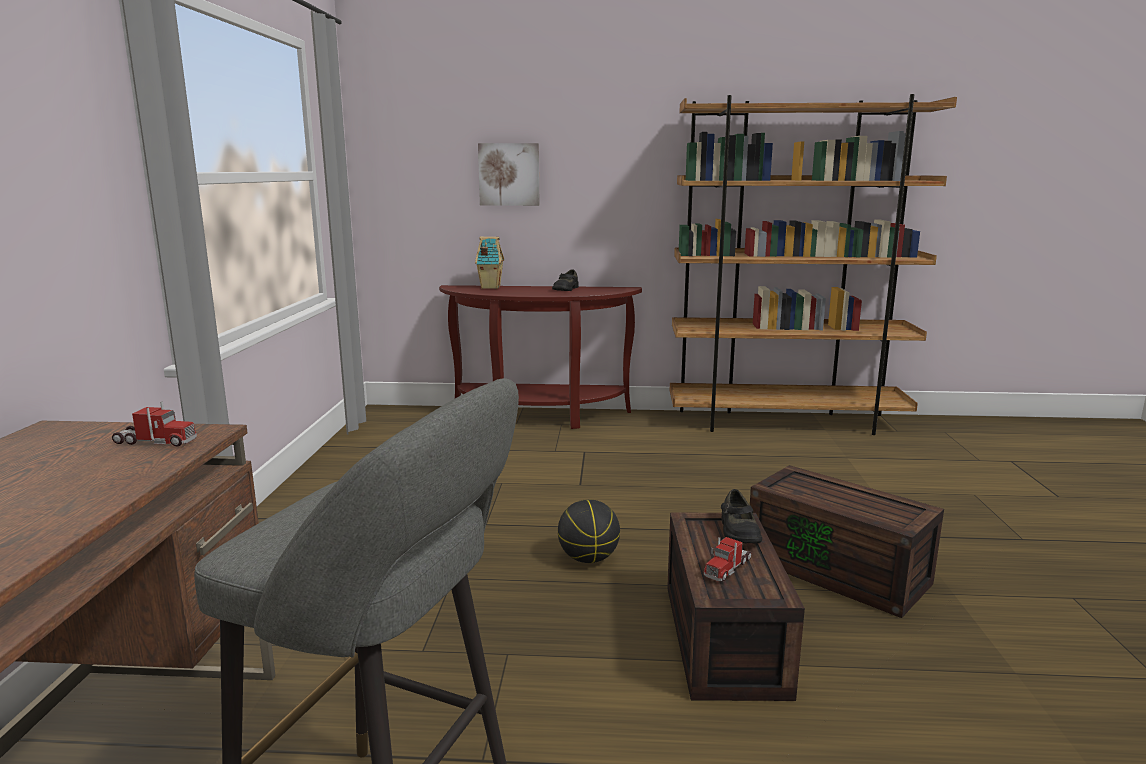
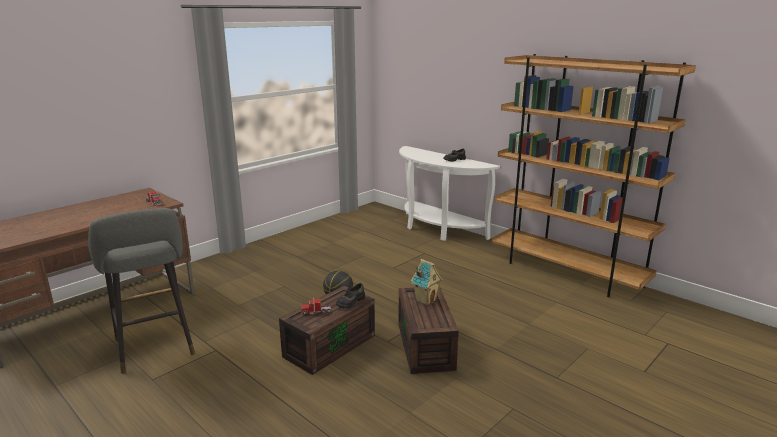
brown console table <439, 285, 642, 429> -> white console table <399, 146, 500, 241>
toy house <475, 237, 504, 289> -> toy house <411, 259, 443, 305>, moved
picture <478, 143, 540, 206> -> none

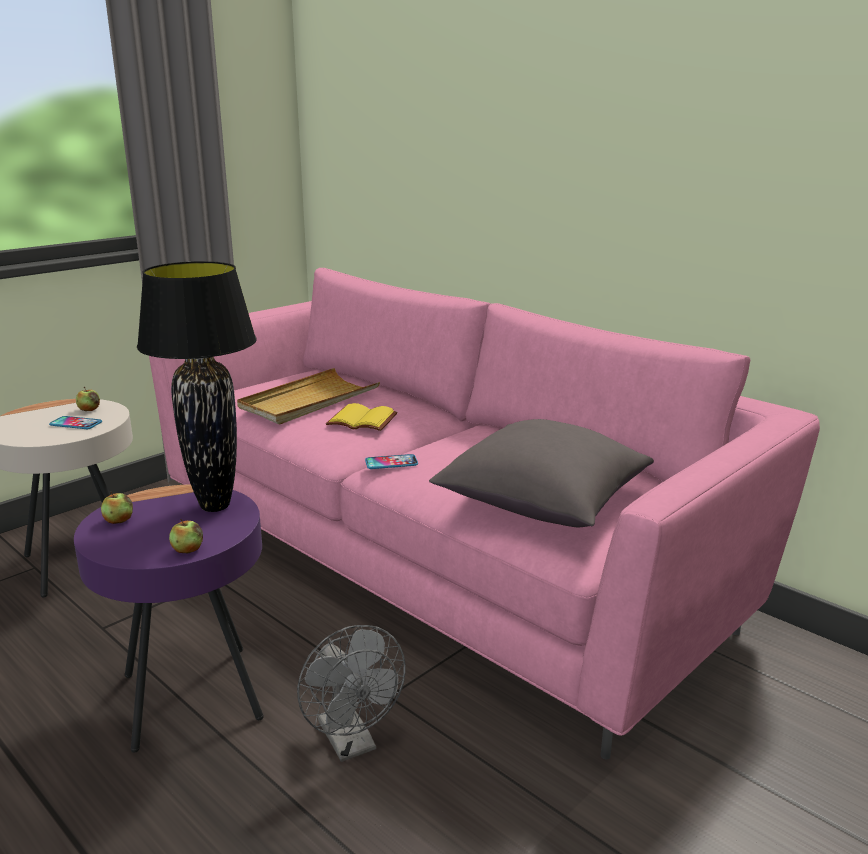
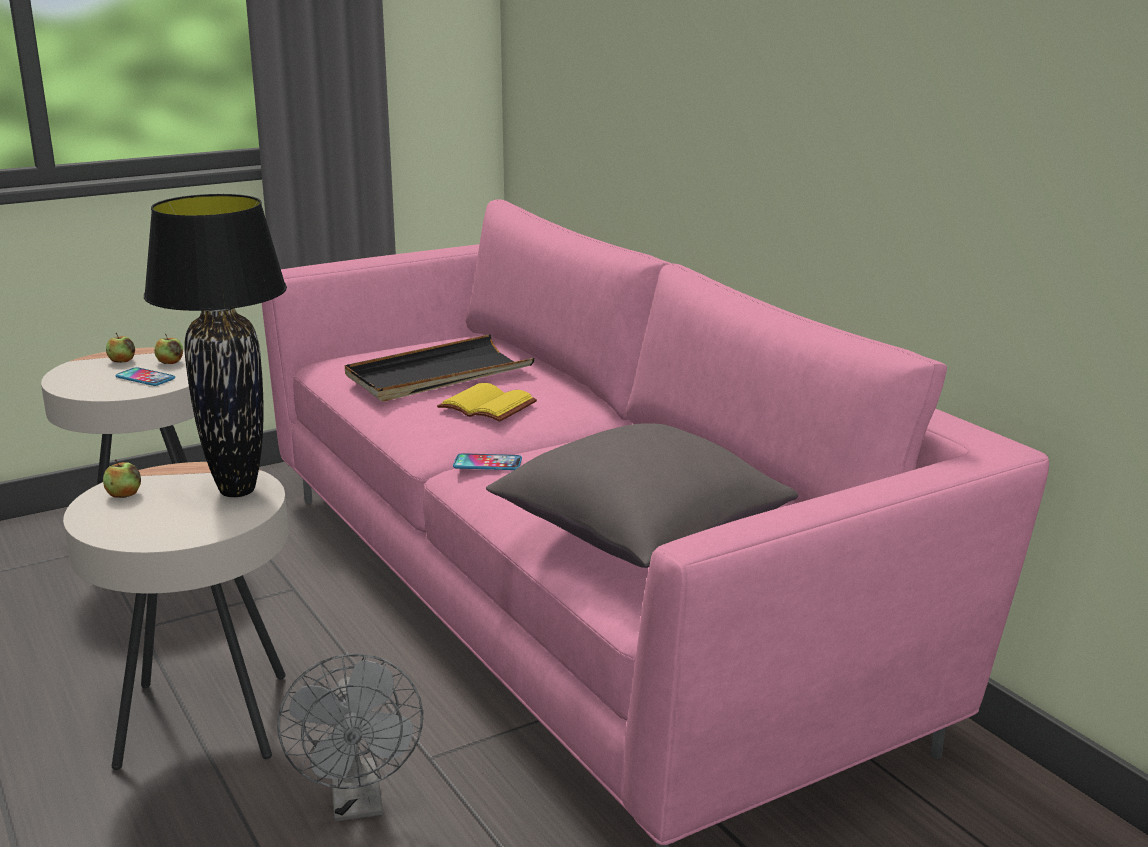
purple side table <74, 485, 264, 753> -> beige side table <63, 462, 289, 770>
apple <169, 519, 203, 553> -> apple <106, 333, 135, 363>, moved
beige tray <237, 368, 380, 424> -> black tray <345, 334, 535, 402>

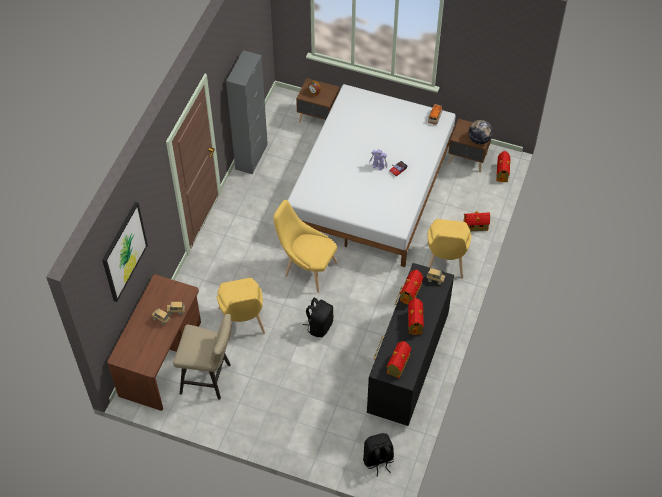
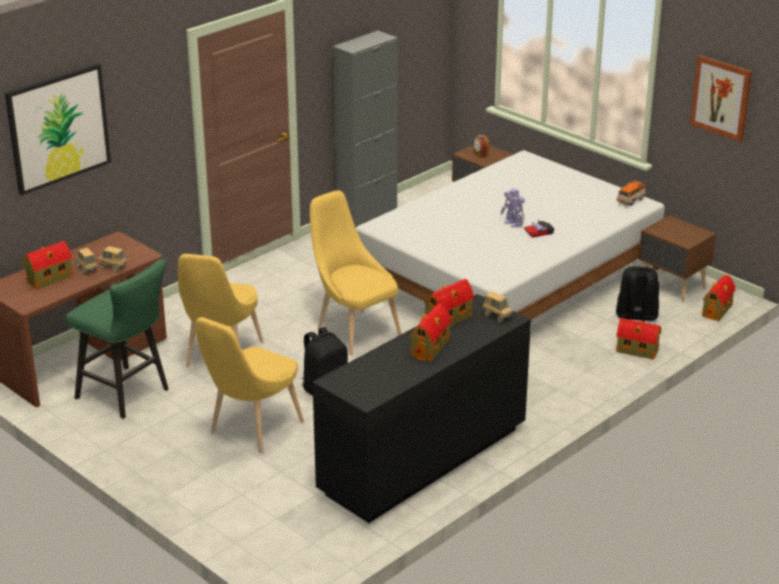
beige stool <173, 314, 231, 399> -> green stool <65, 259, 169, 419>
black backpack <363, 433, 394, 477> -> black backpack <616, 266, 659, 322>, moved
toy house <387, 341, 411, 379> -> toy house <23, 241, 73, 290>, moved
yellow chair <427, 219, 471, 279> -> yellow chair <195, 317, 304, 453>, moved
globe <468, 120, 493, 144> -> none
none -> picture <690, 55, 752, 142>

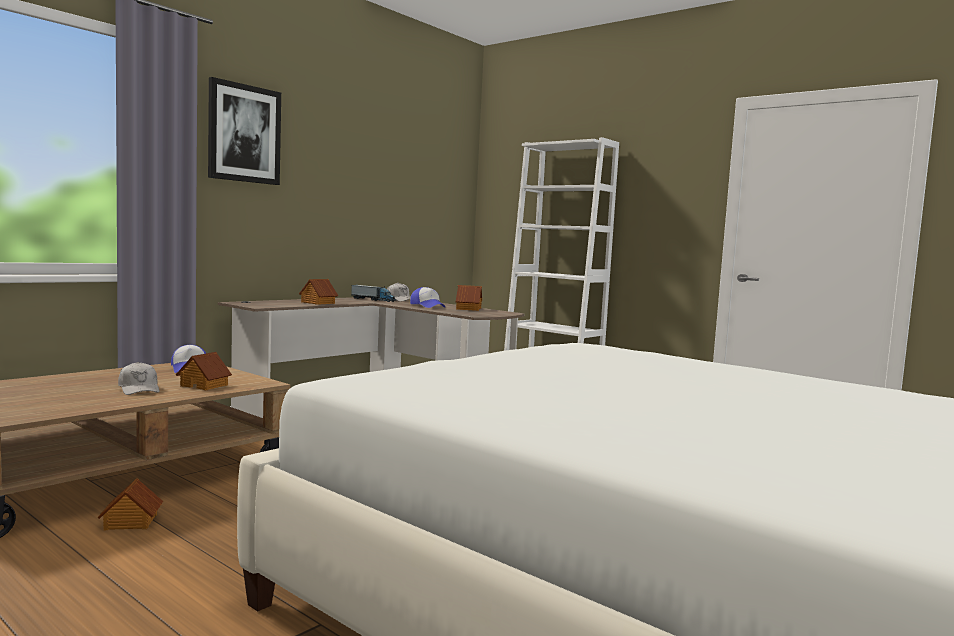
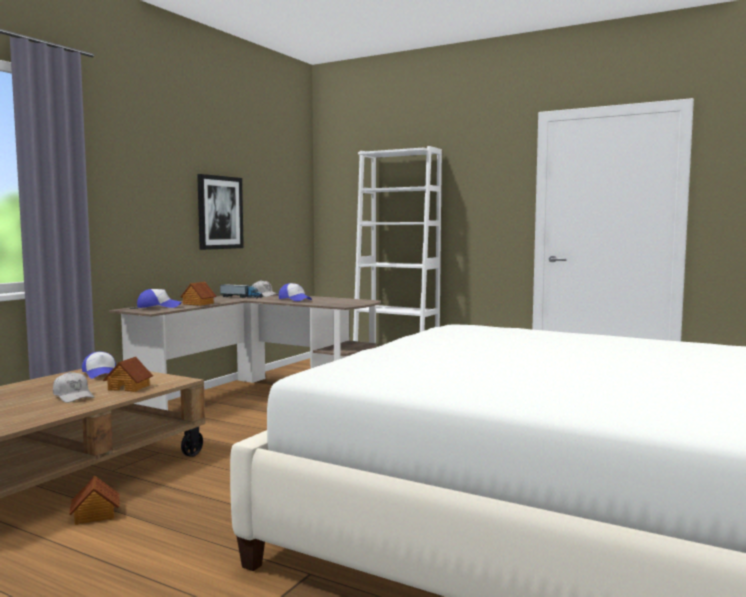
picture <208, 77, 281, 185> -> picture <197, 174, 244, 250>, moved
toy house <456, 285, 482, 311> -> none
none -> cap <137, 289, 181, 308>

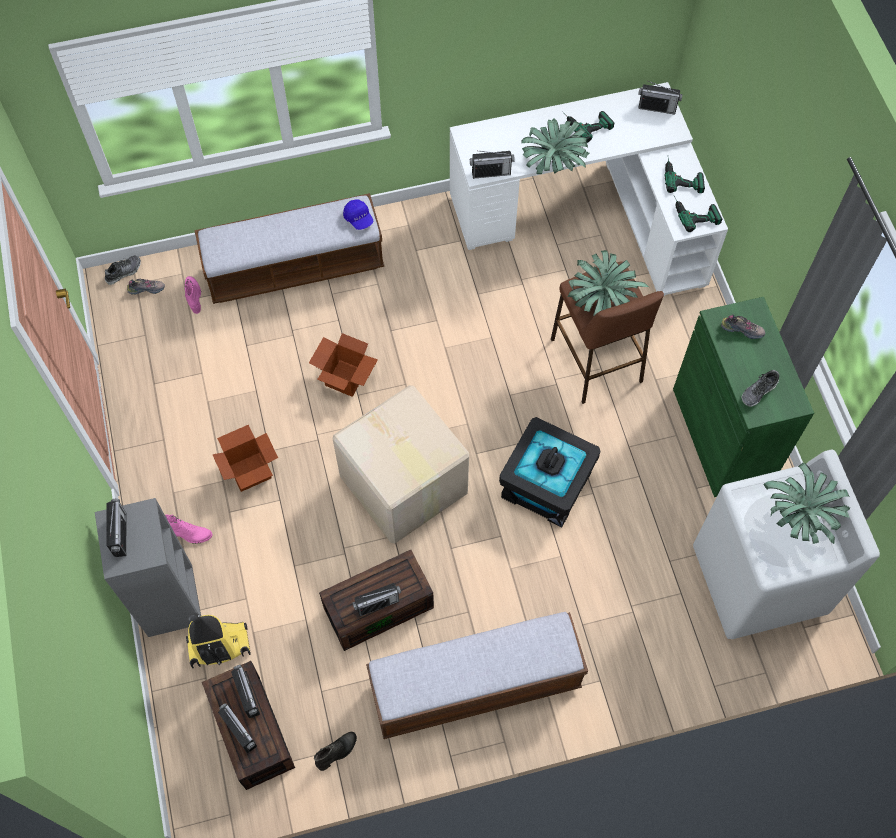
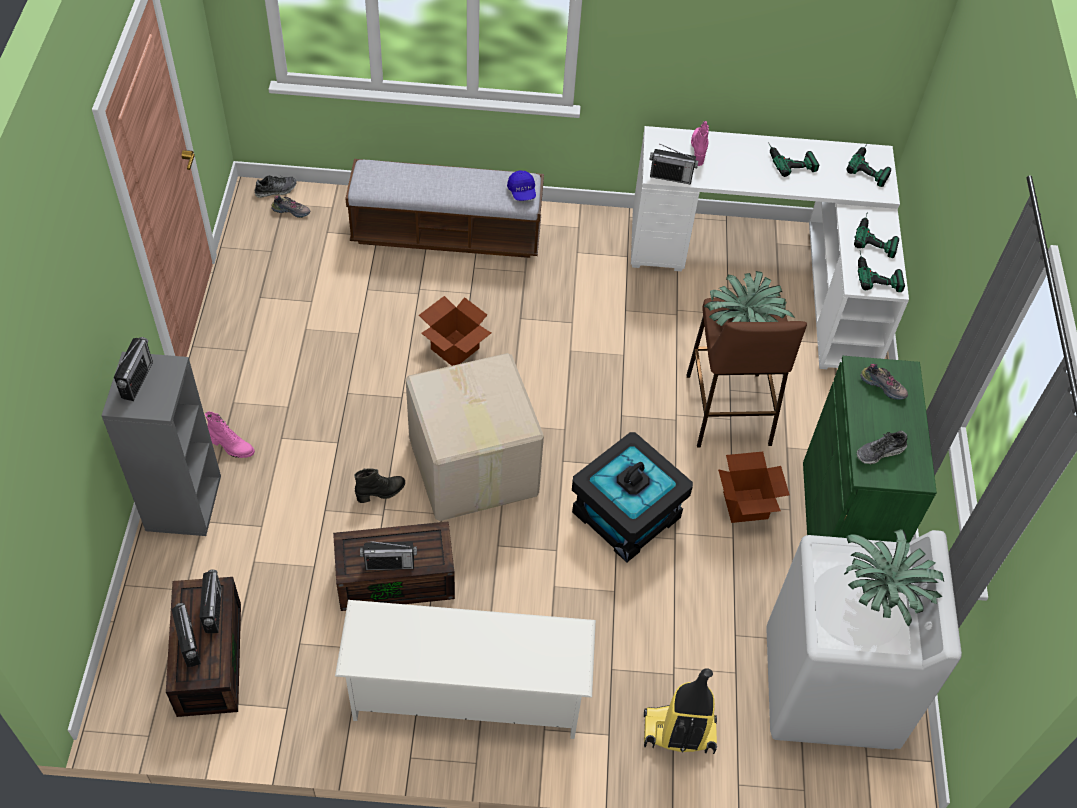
pink boot <185, 276, 201, 314> -> pink boot <691, 121, 709, 166>, moved
vacuum cleaner <186, 613, 251, 668> -> vacuum cleaner <644, 668, 717, 754>, moved
cardboard box <212, 425, 278, 492> -> cardboard box <718, 452, 790, 523>, moved
black boot <314, 732, 357, 771> -> black boot <354, 468, 405, 503>, moved
bench <366, 612, 588, 739> -> white shoe rack <335, 600, 596, 739>
potted plant <522, 119, 589, 174> -> none
radio <638, 81, 683, 114> -> power drill <846, 144, 891, 187>

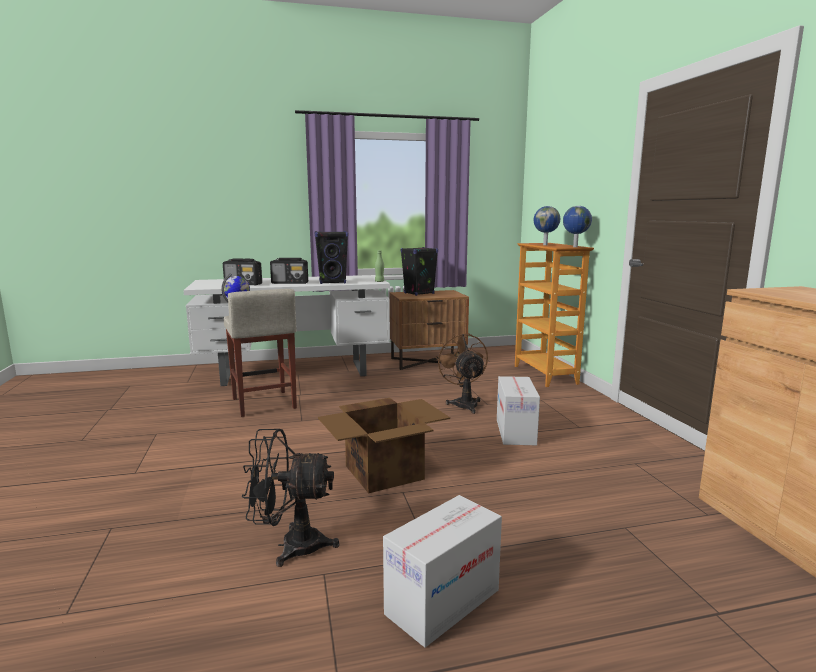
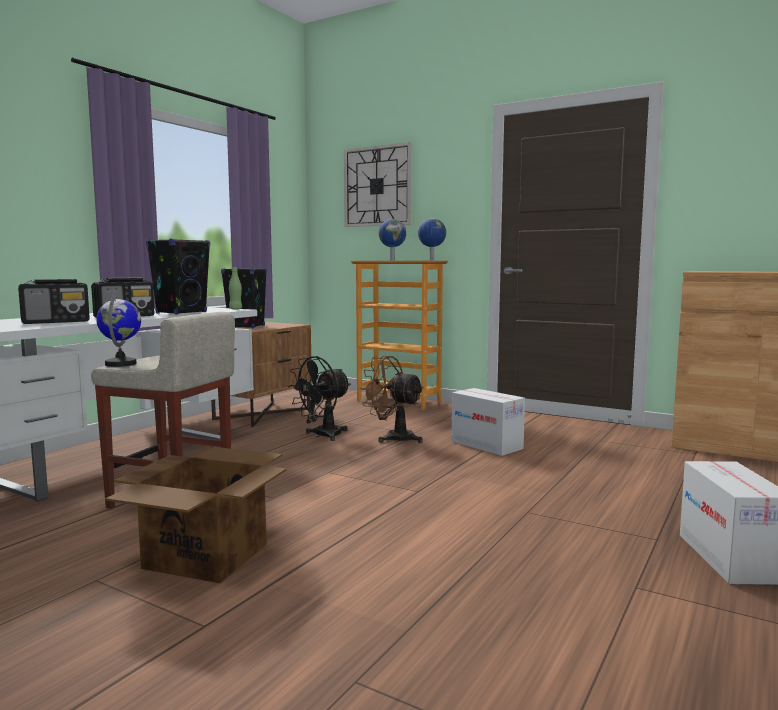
black fan <242, 429, 339, 567> -> black fan <288, 356, 351, 441>, moved
cardboard box <318, 398, 450, 493> -> cardboard box <105, 447, 287, 583>, moved
none -> wall clock <344, 142, 411, 227>

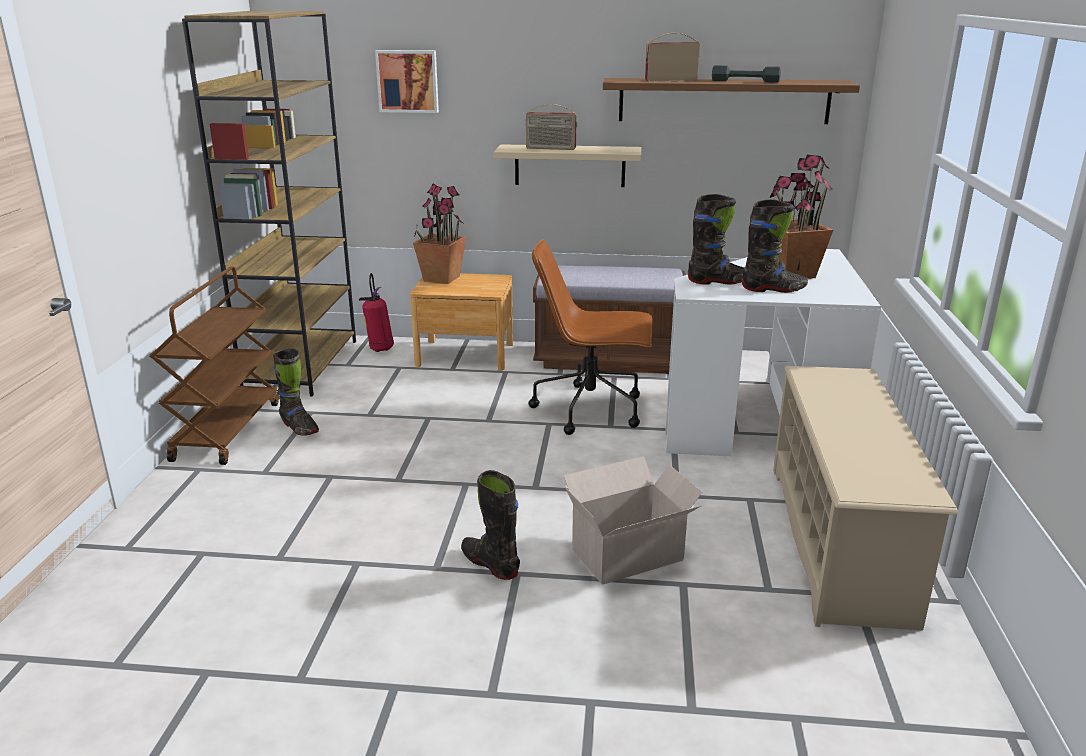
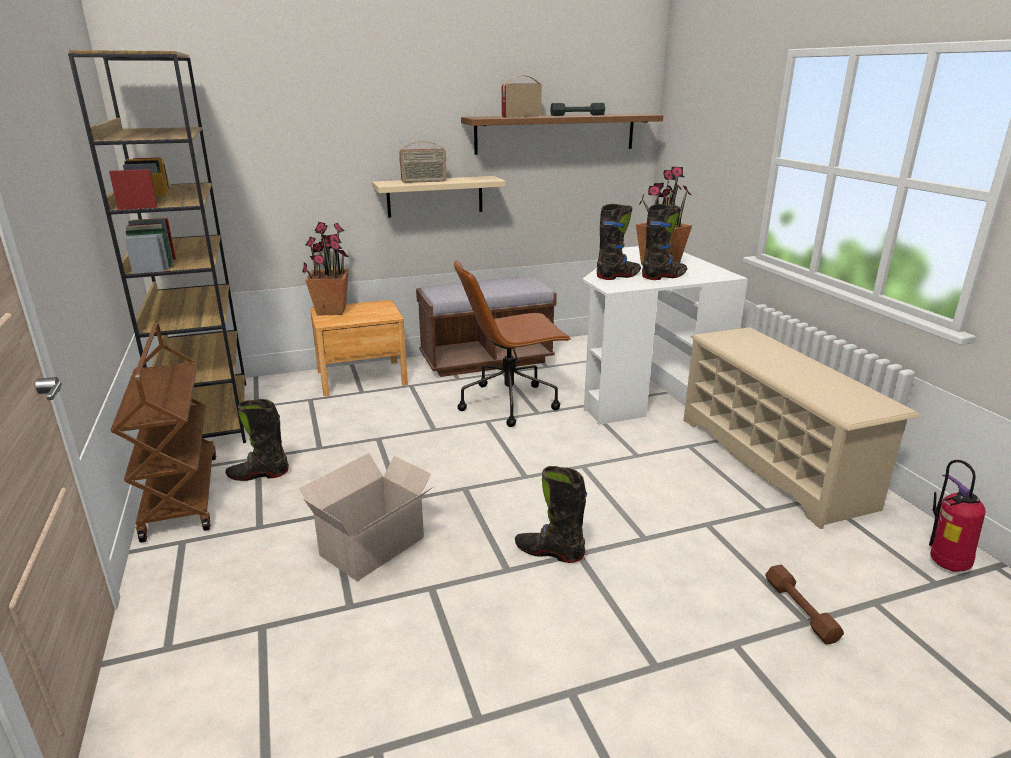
black boot <273, 348, 319, 436> -> black boot <225, 399, 289, 481>, 150 degrees clockwise
fire extinguisher <359, 273, 394, 352> -> fire extinguisher <929, 460, 986, 572>, moved
picture <375, 50, 439, 113> -> none
cardboard box <564, 456, 702, 585> -> cardboard box <299, 453, 435, 581>, moved
none -> brown dumbbell <765, 565, 844, 645>

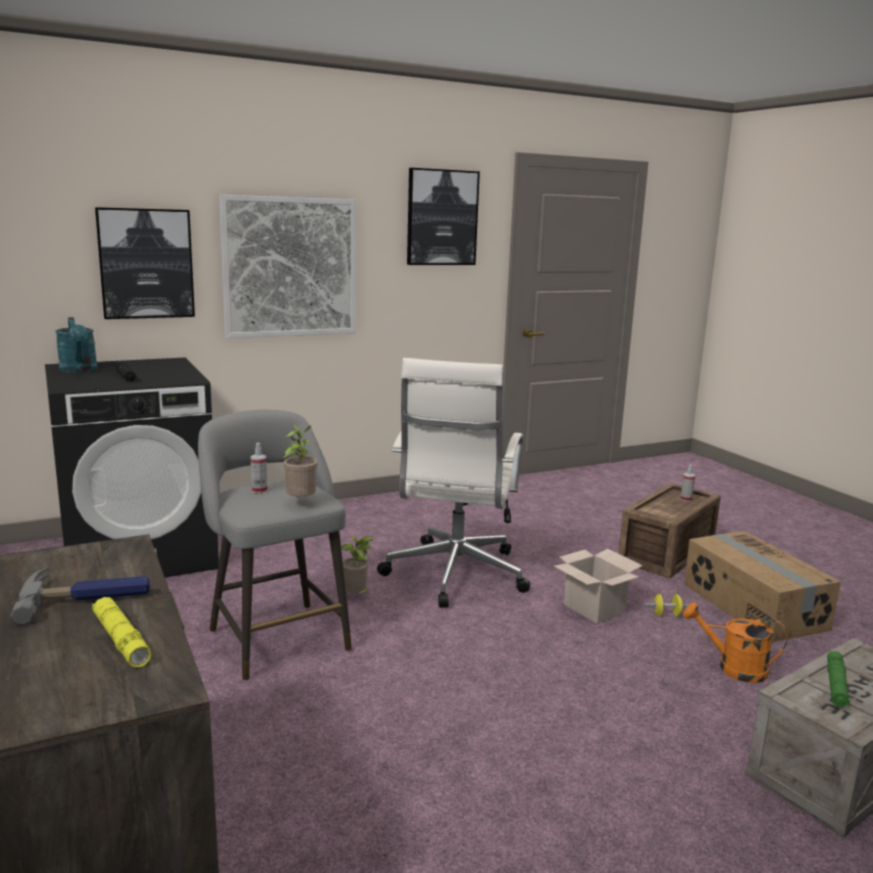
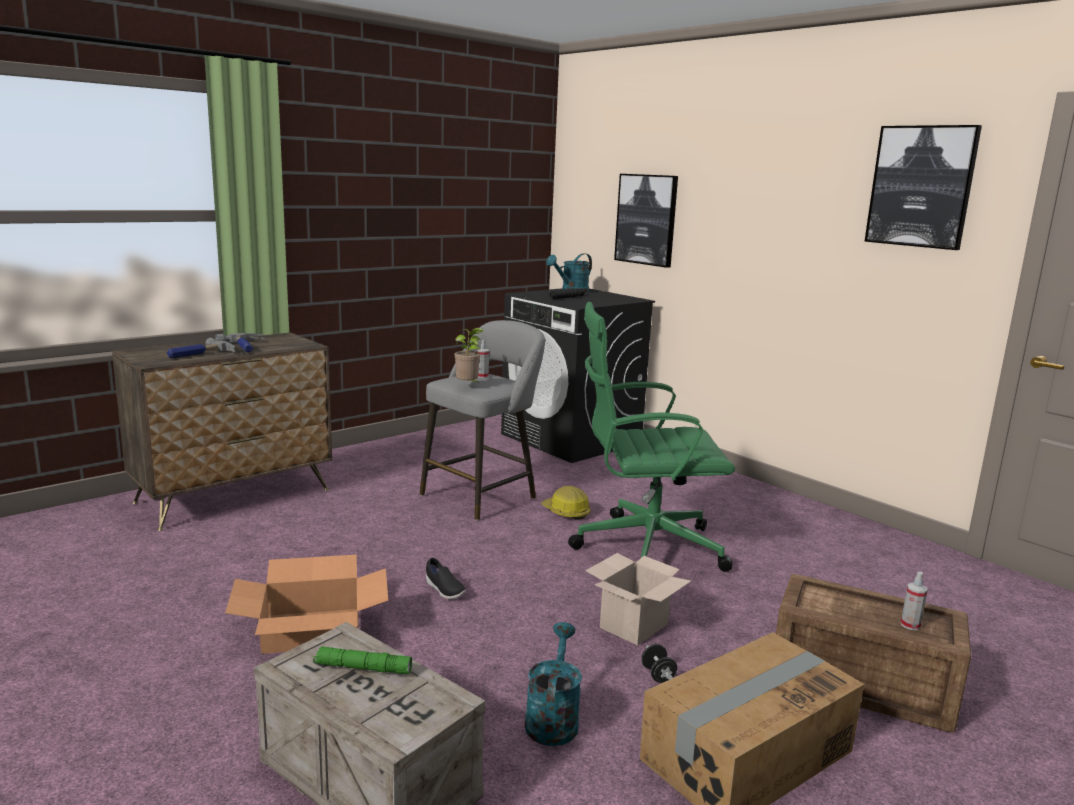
yellow flashlight <92, 597, 152, 667> -> hammer <167, 338, 235, 358>
picture <219, 195, 356, 338> -> none
potted plant <341, 536, 375, 594> -> hard hat <541, 486, 591, 520>
white office chair <377, 358, 530, 608> -> green office chair <568, 302, 735, 572>
yellow dumbbell <644, 594, 689, 616> -> black dumbbell <641, 644, 677, 683>
orange watering can <683, 602, 787, 683> -> turquoise watering can <524, 622, 582, 746>
none -> cardboard box <225, 555, 388, 654>
none -> black shoe <426, 558, 466, 599>

